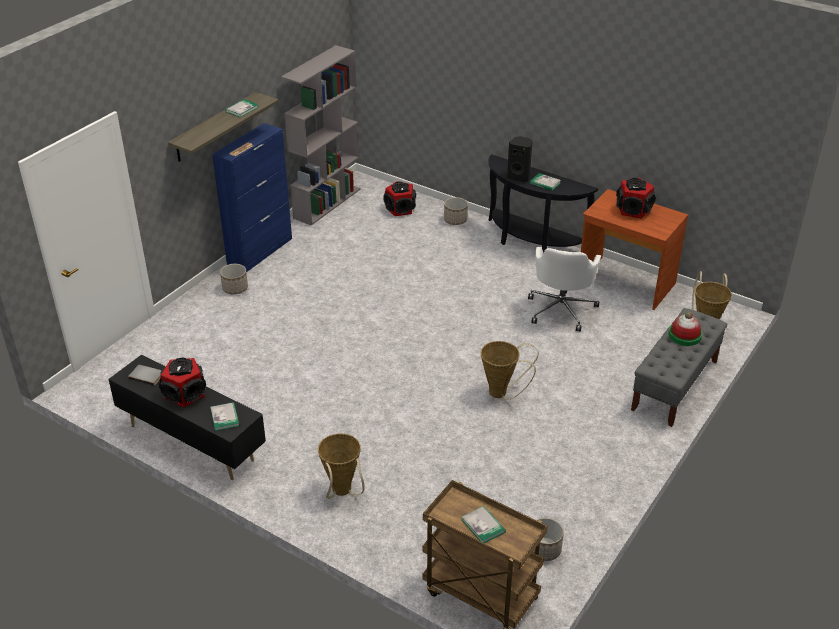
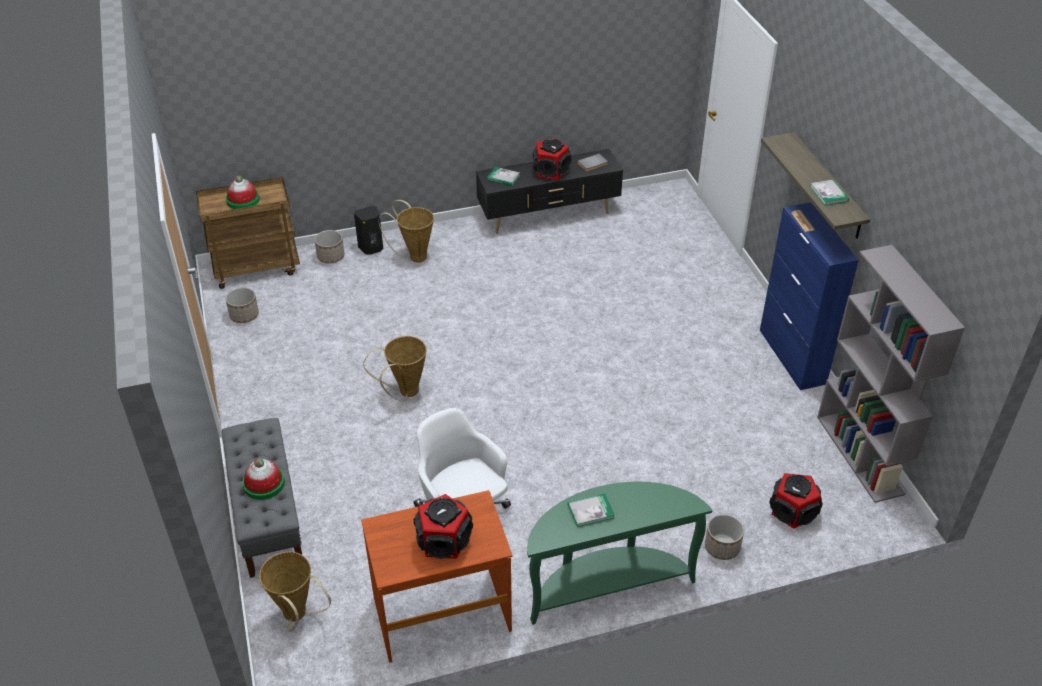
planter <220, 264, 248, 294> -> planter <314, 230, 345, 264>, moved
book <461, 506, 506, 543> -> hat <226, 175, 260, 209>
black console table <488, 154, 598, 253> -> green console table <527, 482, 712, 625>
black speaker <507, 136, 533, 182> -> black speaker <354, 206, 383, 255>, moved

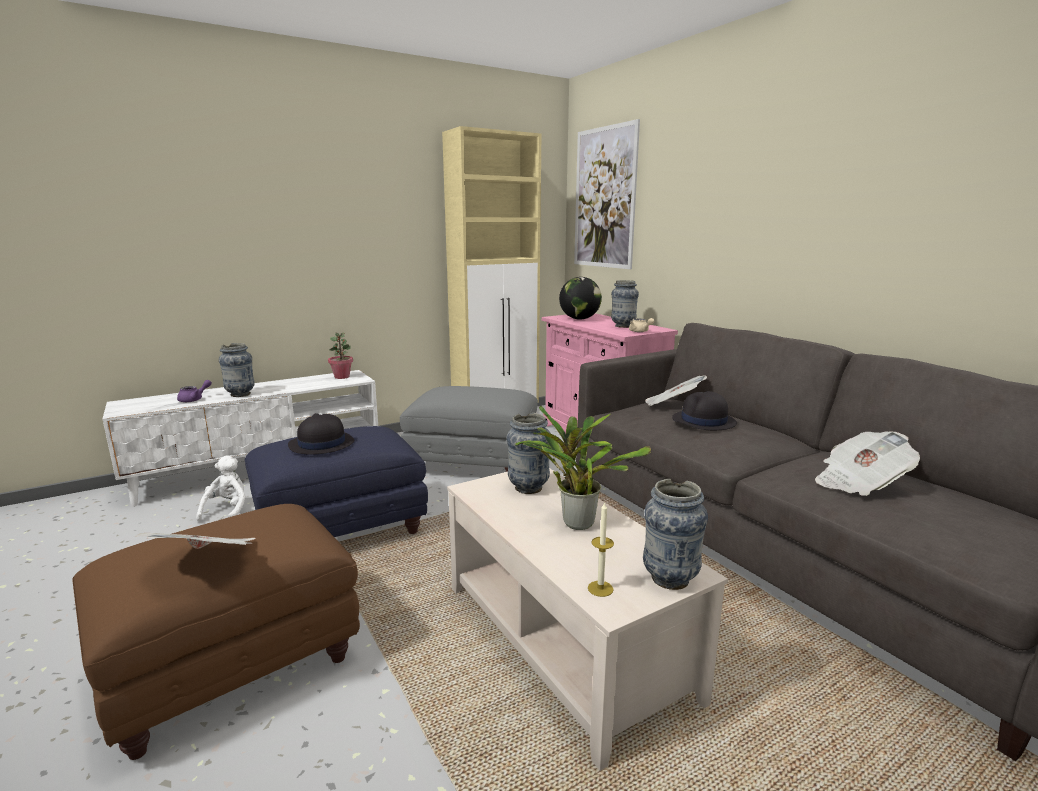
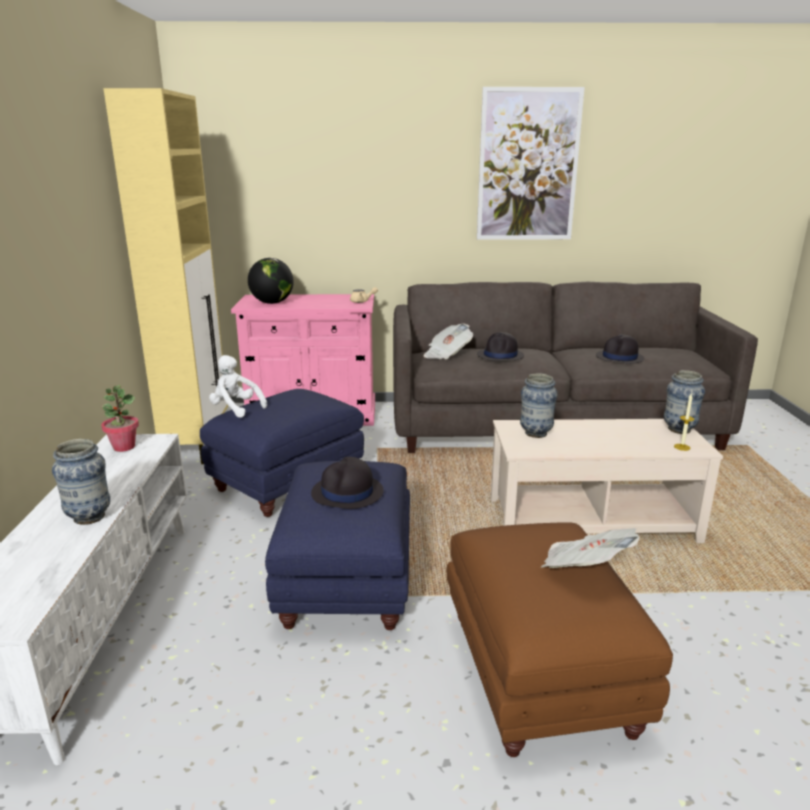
purple teapot <177, 380, 212, 402> -> none
white plush toy <196, 455, 246, 521> -> white plush toy <209, 355, 267, 418>, moved
grey ottoman <400, 386, 538, 472> -> blue ottoman <200, 389, 364, 517>
potted plant <515, 406, 651, 530> -> none
picture <574, 119, 640, 269> -> picture <477, 87, 585, 240>, moved
vase <611, 280, 639, 328> -> none
newspaper <815, 431, 920, 496> -> black hat <596, 334, 645, 364>

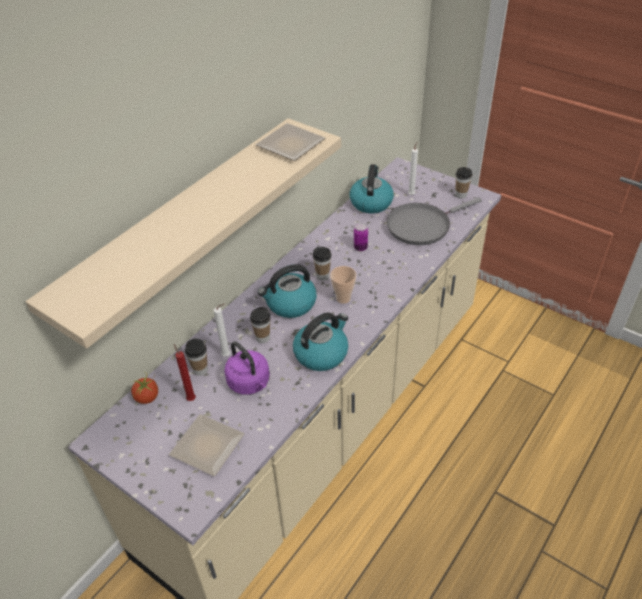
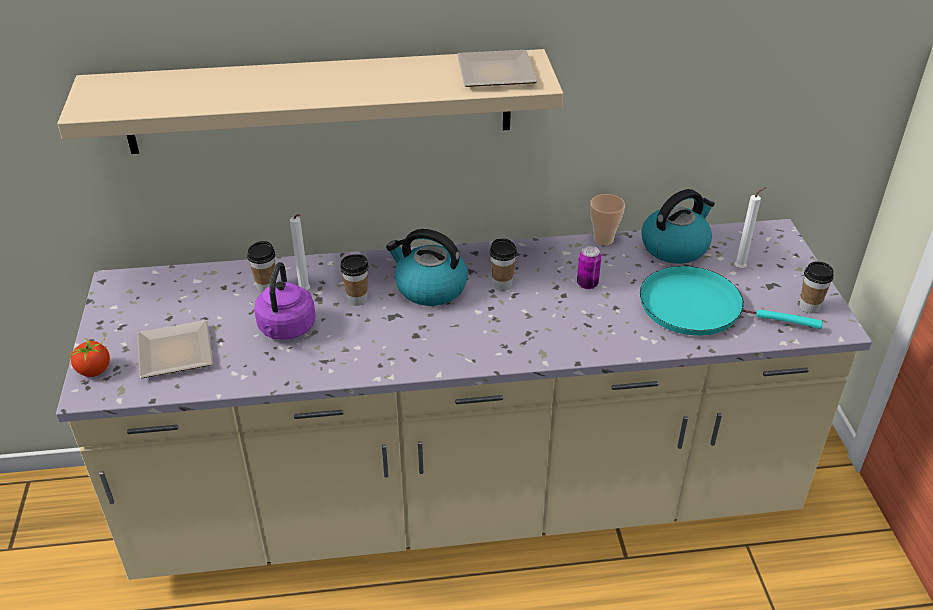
tomato <131, 373, 158, 404> -> tomato <70, 337, 110, 377>, moved
red candle <174, 344, 196, 401> -> none
kettle <293, 313, 348, 371> -> none
cup <330, 266, 356, 304> -> cup <590, 194, 625, 246>, moved
grey frying pan <387, 197, 482, 245> -> turquoise frying pan <640, 266, 823, 336>

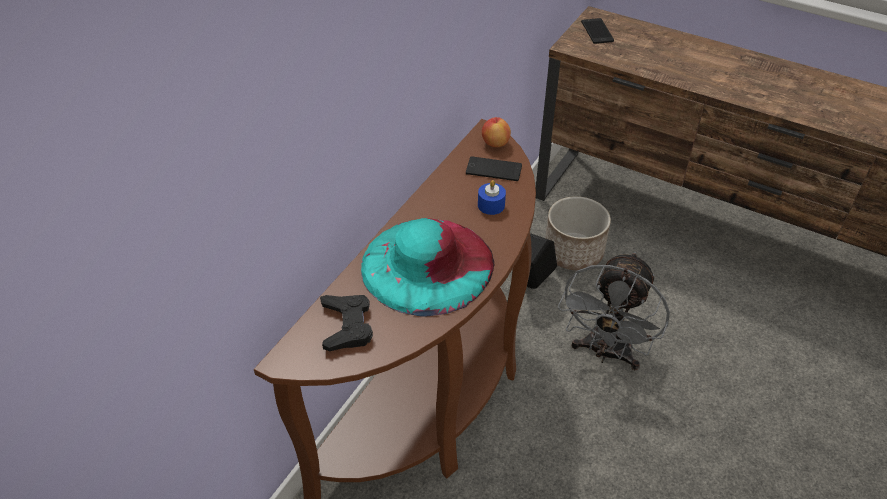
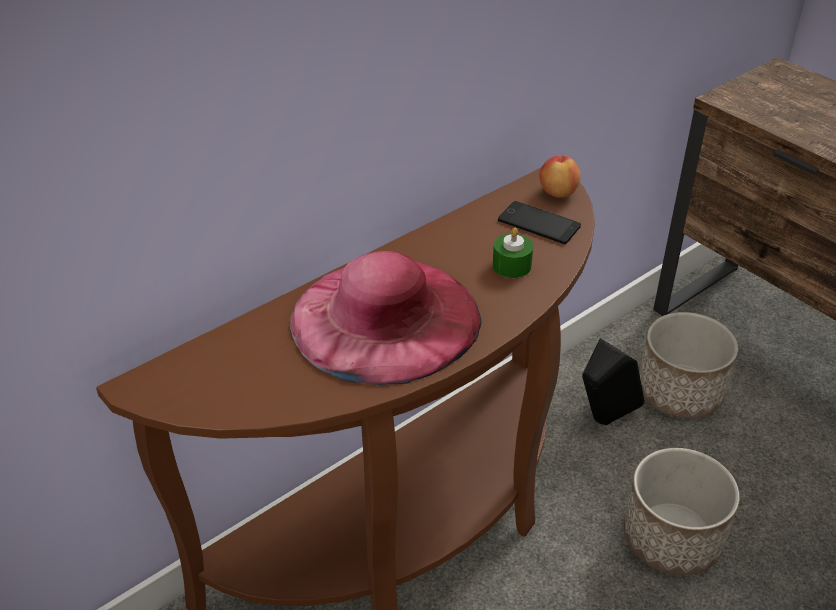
black game controller <320, 295, 373, 351> -> none
turquoise hat <361, 218, 495, 317> -> pink hat <290, 251, 482, 385>
blue candle <478, 180, 506, 215> -> green candle <492, 228, 533, 278>
grey fan <558, 252, 670, 370> -> planter <624, 448, 740, 575>
phone <581, 18, 614, 44> -> none

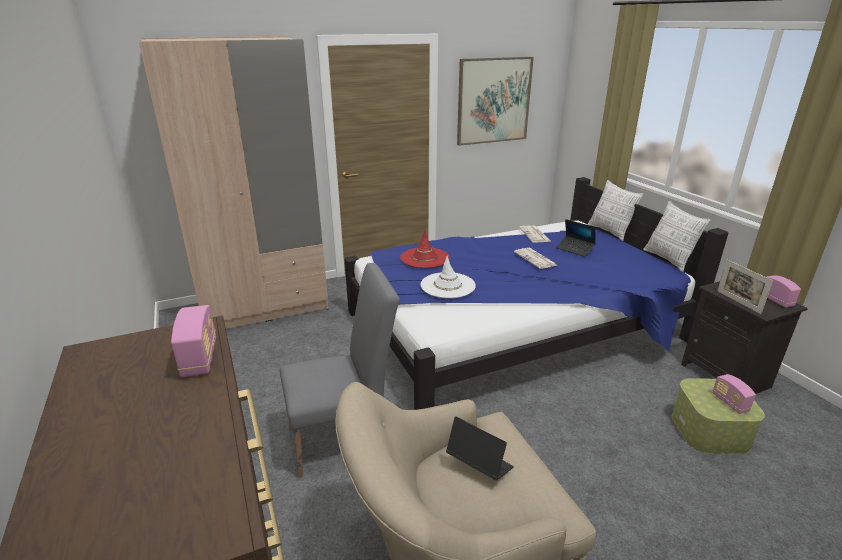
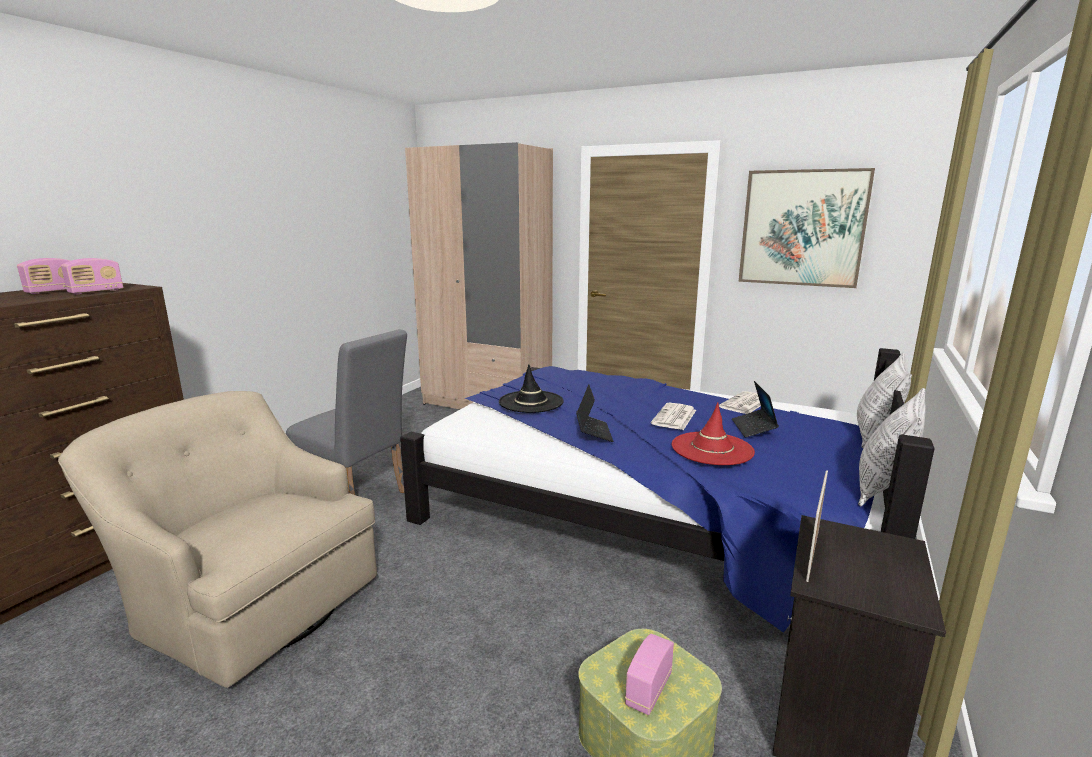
red hat <400, 230, 450, 268> -> red hat <672, 402, 755, 465>, moved
white hat <421, 256, 476, 298> -> black hat <499, 364, 564, 413>
laptop <446, 416, 514, 481> -> laptop <576, 384, 613, 442>, moved
radio <767, 275, 801, 308> -> radio <17, 258, 71, 294>, moved

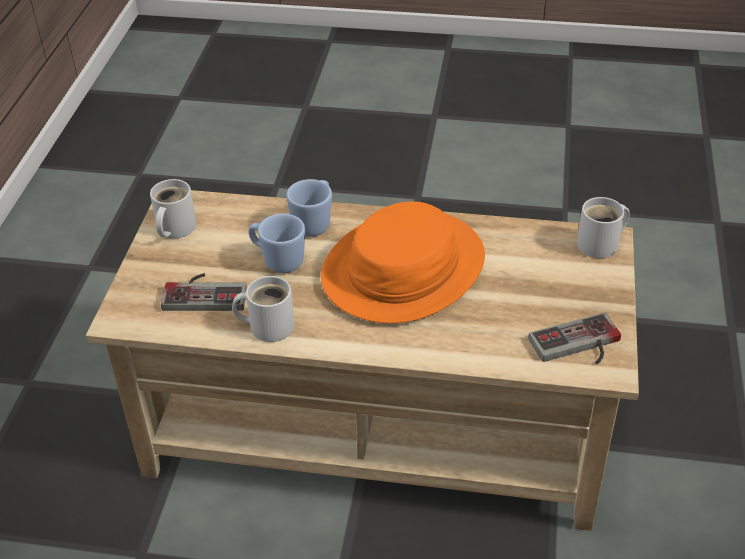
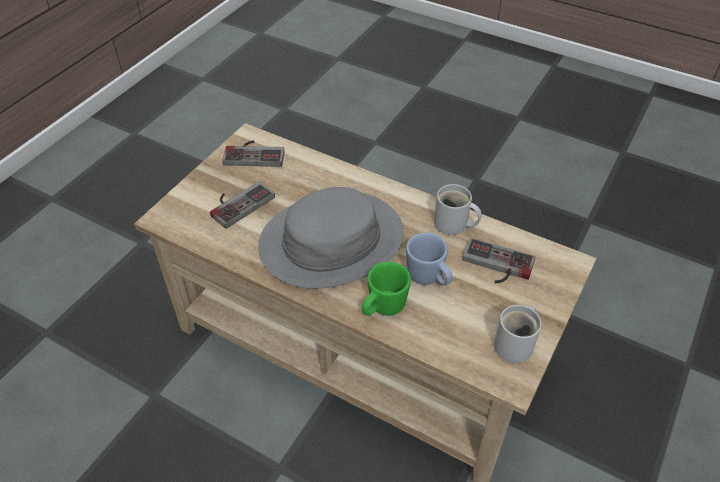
blue mug <286, 179, 332, 237> -> green mug <362, 262, 411, 316>
orange hat <321, 201, 485, 324> -> grey hat <258, 187, 404, 289>
white mug <577, 197, 630, 258> -> none
none -> game controller <210, 181, 275, 229>

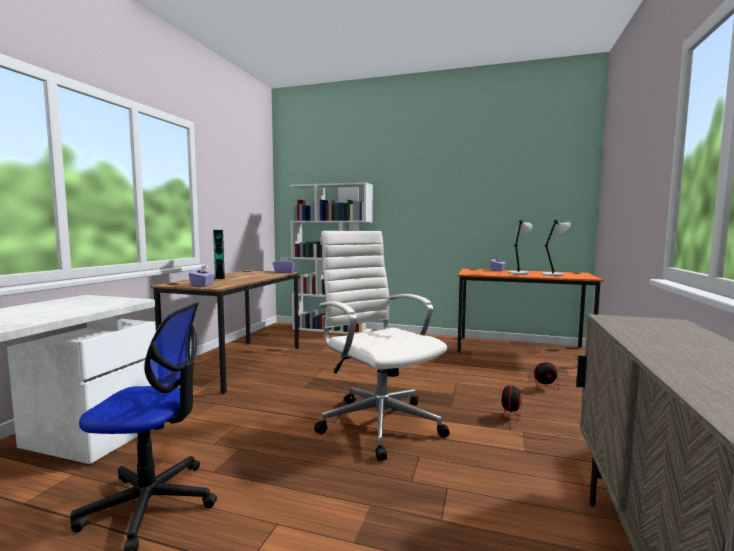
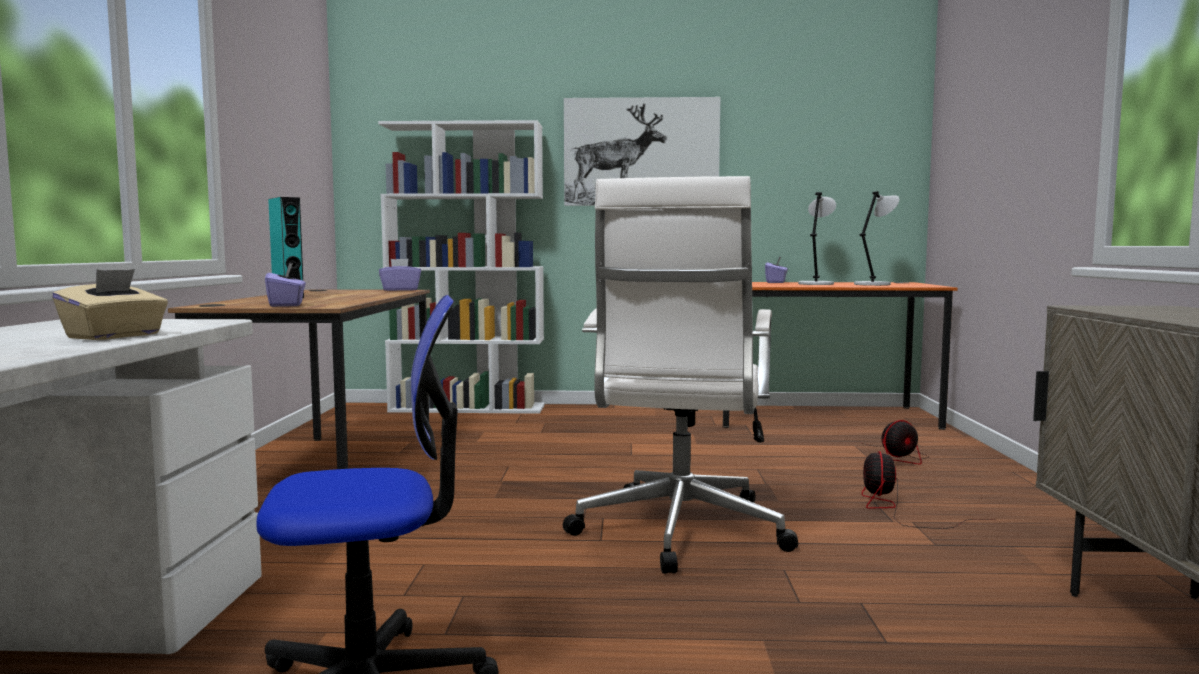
white office chair <314, 231, 450, 461> -> white office chair <563, 176, 798, 574>, 120 degrees counterclockwise
none -> beige tissue box <52, 269, 168, 340>
none -> picture <564, 97, 720, 206>

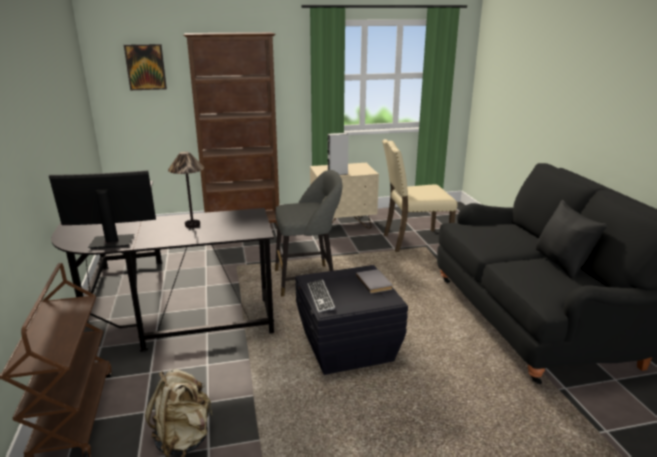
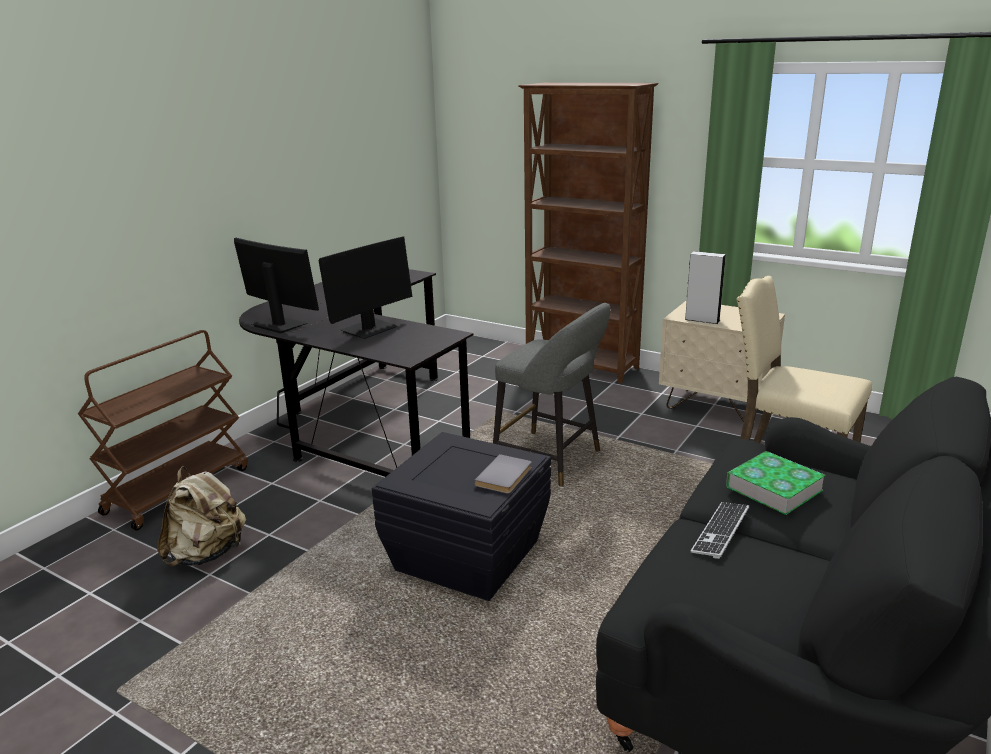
picture <124, 44, 167, 90> -> none
table lamp <168, 152, 204, 228> -> monitor <319, 236, 413, 339>
keyboard <308, 279, 335, 312> -> keyboard <691, 502, 749, 559>, moved
black pillow <536, 200, 607, 279> -> none
none -> book <726, 451, 826, 515>

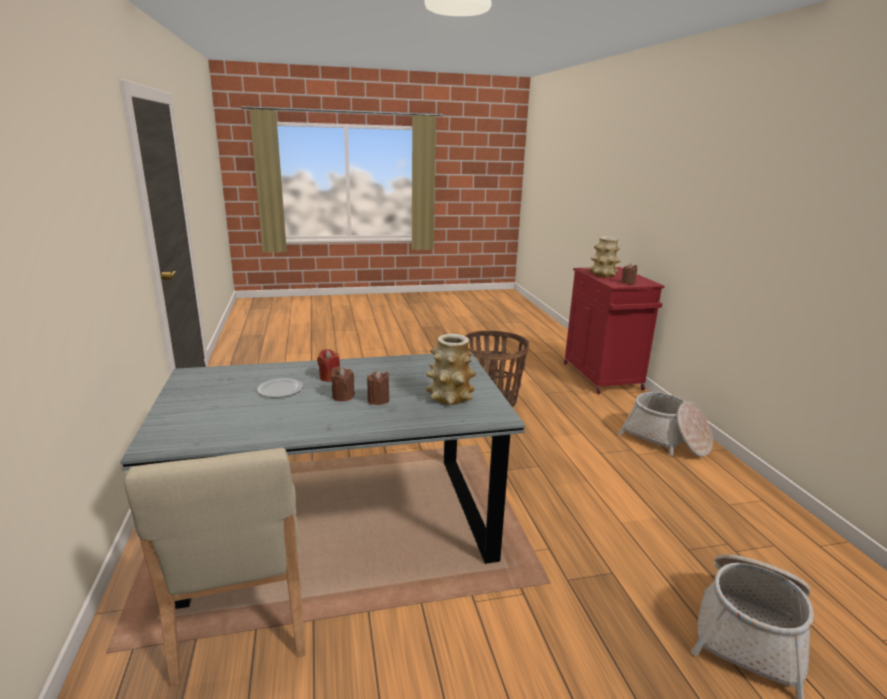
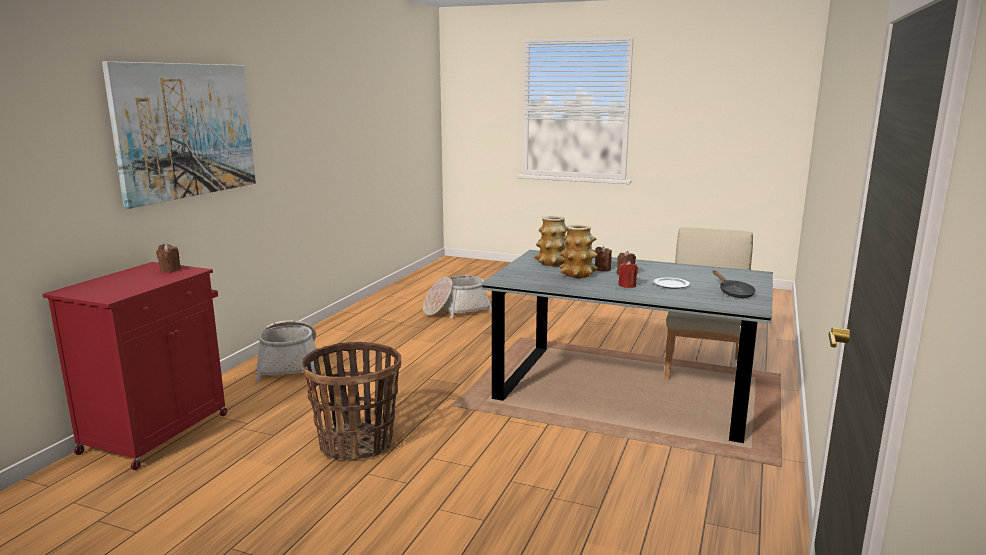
vase <589, 237, 621, 277> -> vase <560, 224, 598, 278>, moved
none -> picture <102, 61, 256, 209>
none -> black frying pan <713, 270, 756, 298>

